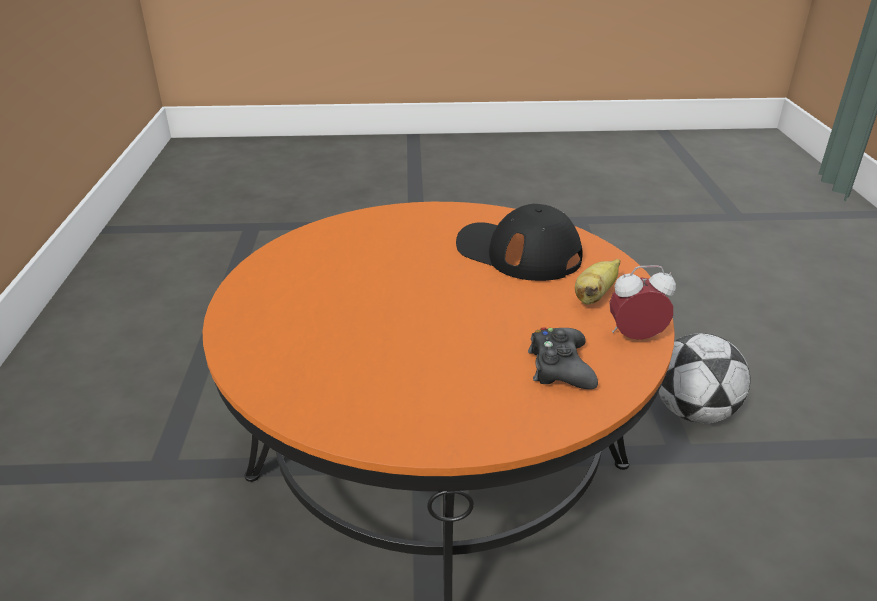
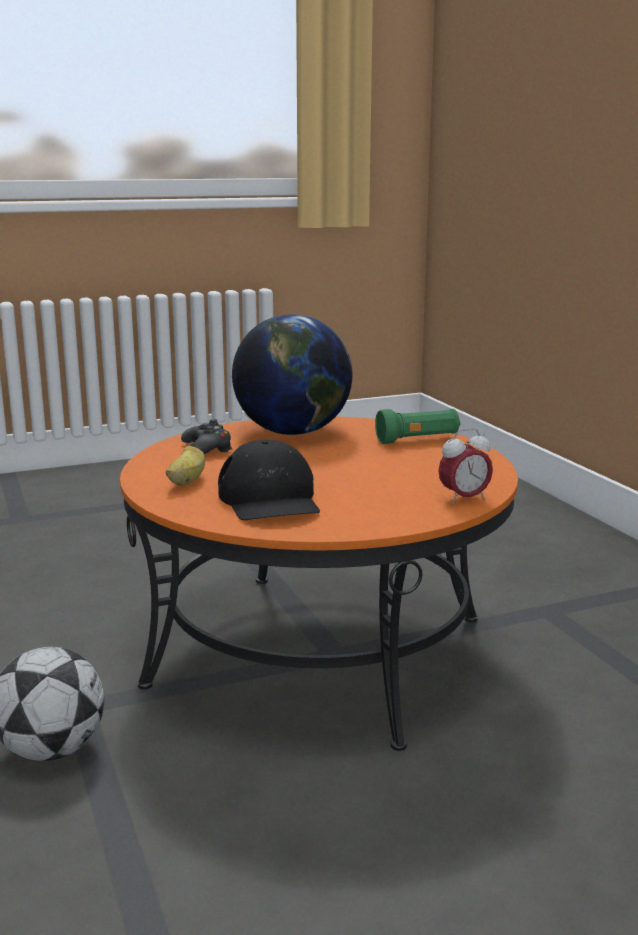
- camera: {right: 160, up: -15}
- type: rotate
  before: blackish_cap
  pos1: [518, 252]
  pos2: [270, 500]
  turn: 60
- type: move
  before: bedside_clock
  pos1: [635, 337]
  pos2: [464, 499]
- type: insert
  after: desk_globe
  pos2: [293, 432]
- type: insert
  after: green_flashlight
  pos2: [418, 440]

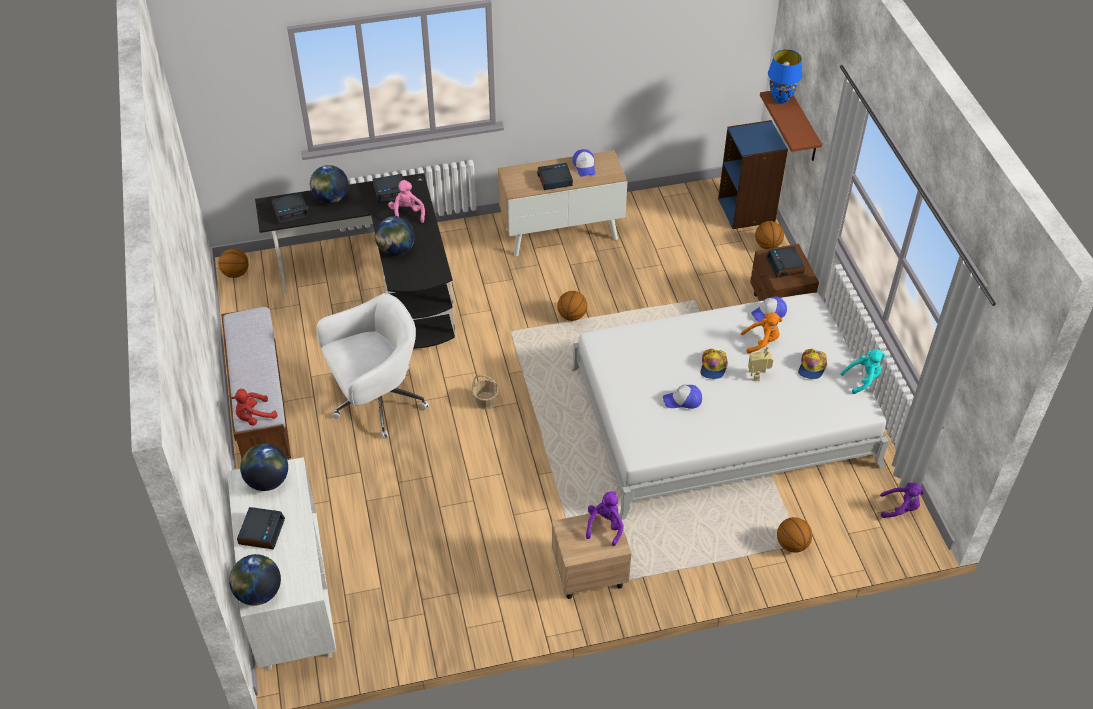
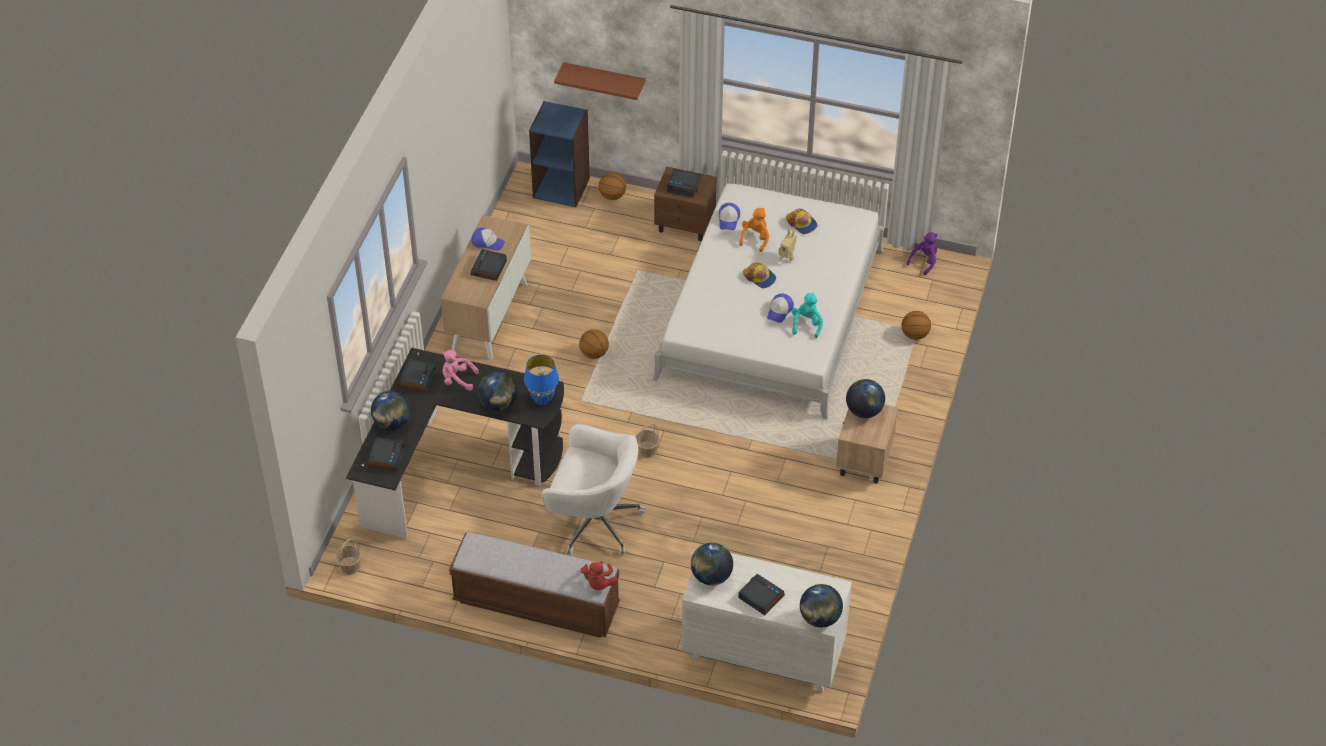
- camera: {right: -60, up: 0}
- type: move
  before: bluish_lamp_for_a_table
  pos1: [780, 99]
  pos2: [542, 400]
- type: replace
  before: ball_for_basketball
  after: household_basket
  pos1: [235, 273]
  pos2: [349, 566]
- type: rotate
  before: white_desk_chair
  pos1: [376, 402]
  pos2: [593, 522]
  turn: 105
- type: move
  before: turquoise_soft_toy
  pos1: [863, 379]
  pos2: [806, 324]
- type: replace
  before: purplish_soft_toy
  after: desk_globe
  pos1: [605, 526]
  pos2: [864, 411]

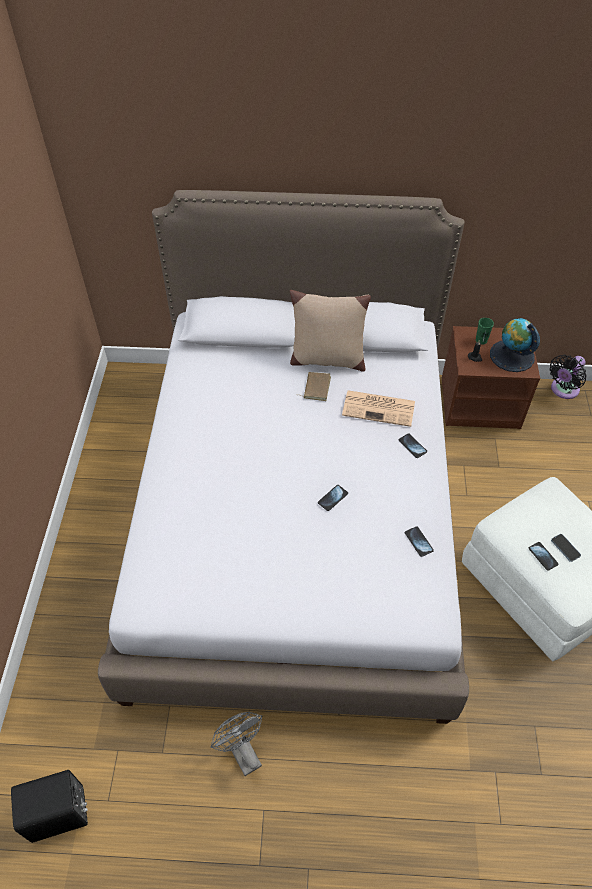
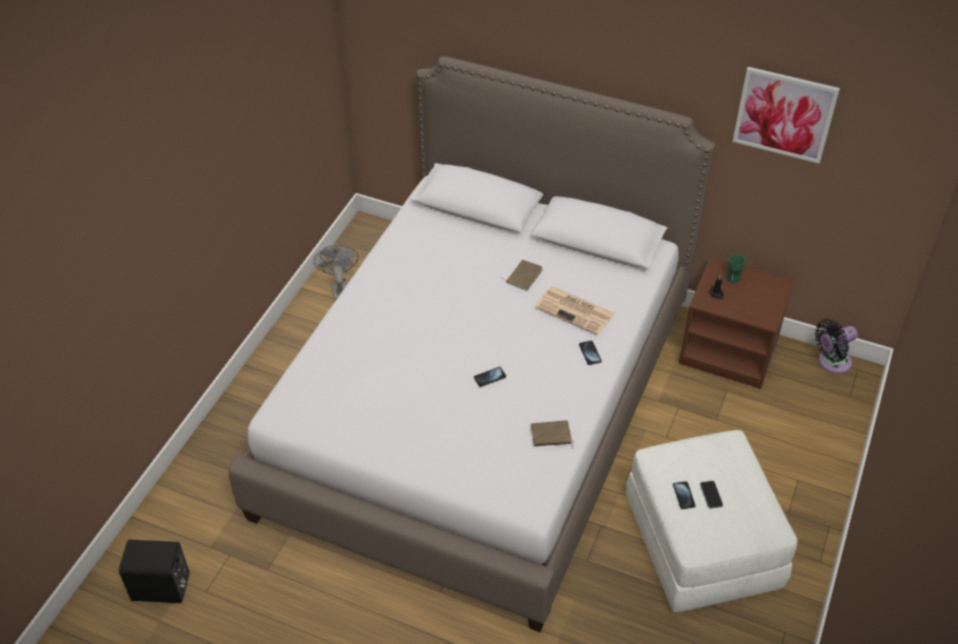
- camera: {right: 20, up: -5}
- type: delete
  before: sand-coloured_throw_pillow
  pos1: [327, 359]
- type: delete
  before: desk_globe
  pos1: [511, 356]
- type: replace
  before: handset
  after: brown-coloured_book
  pos1: [418, 542]
  pos2: [551, 436]
- type: move
  before: grey_cooling_fan
  pos1: [242, 751]
  pos2: [339, 288]
- type: insert
  after: picture
  pos2: [784, 114]

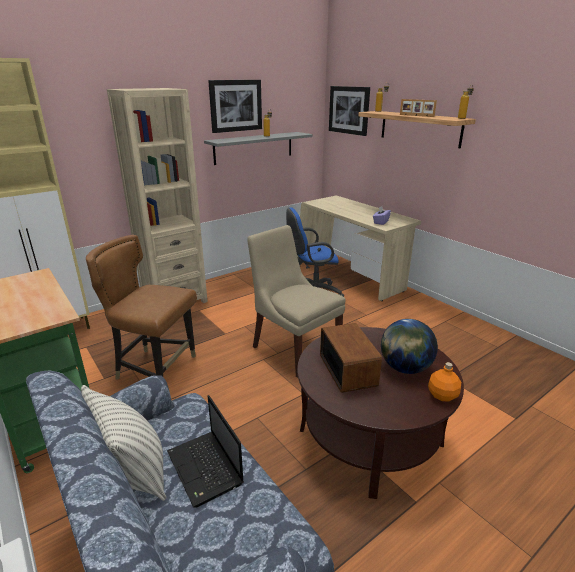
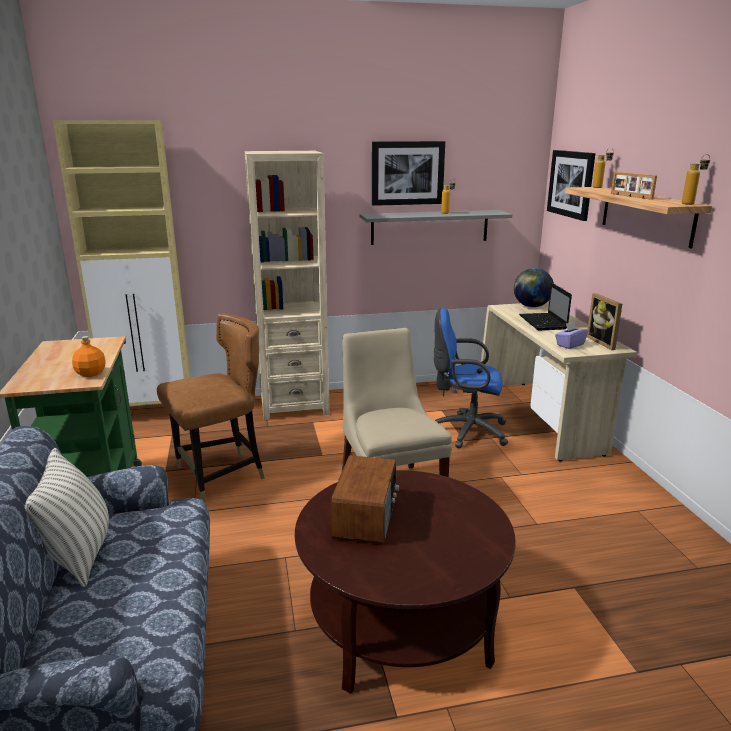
- camera: {right: 25, up: -5}
- type: rotate
  before: brown-coloured_chair
  pos1: [156, 369]
  pos2: [220, 475]
  turn: 105
- type: move
  before: desk_globe
  pos1: [405, 368]
  pos2: [531, 306]
- type: move
  before: orange-coloured_beverage_bottle
  pos1: [443, 395]
  pos2: [91, 373]
- type: move
  before: laptop
  pos1: [206, 469]
  pos2: [543, 323]
- type: insert
  after: picture_frame
  pos2: [604, 342]

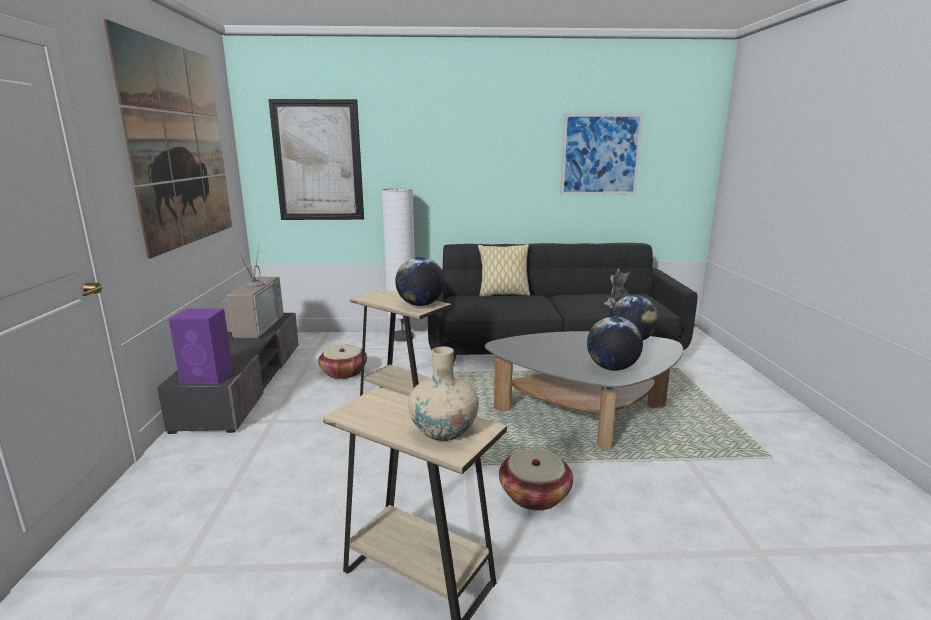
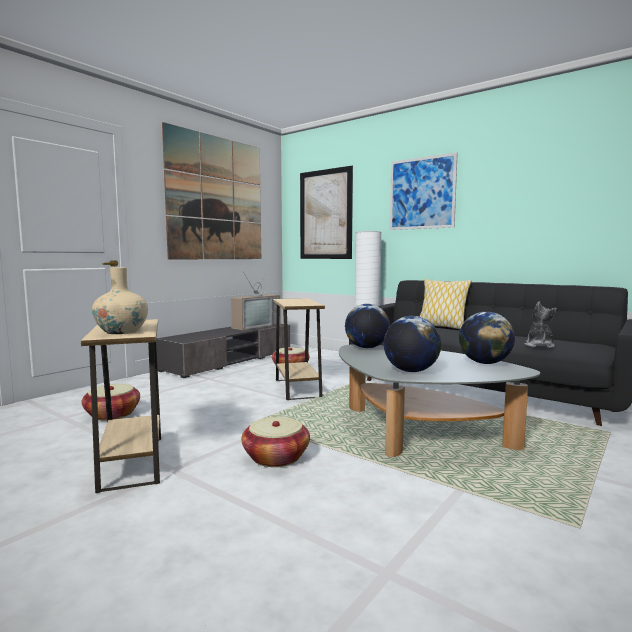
- camera: {right: 40, up: -10}
- type: move
  before: picture
  pos1: [600, 154]
  pos2: [422, 193]
- type: move
  before: desk_globe
  pos1: [420, 305]
  pos2: [366, 347]
- type: delete
  before: purplish_loudspeaker
  pos1: [208, 376]
- type: insert
  after: household_basket
  pos2: [112, 414]

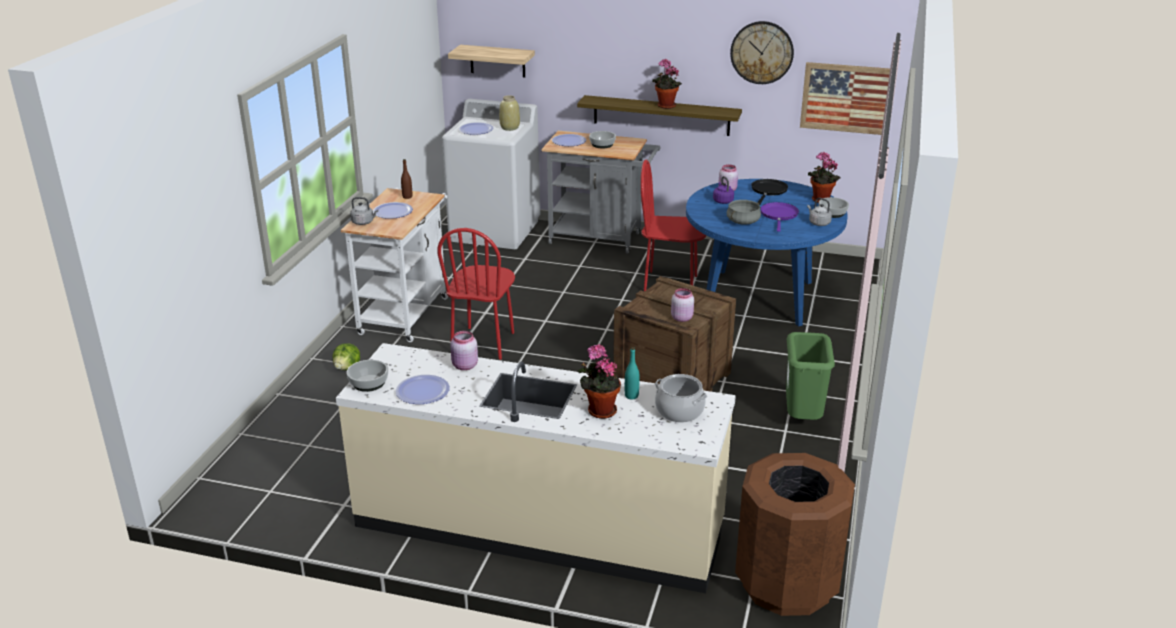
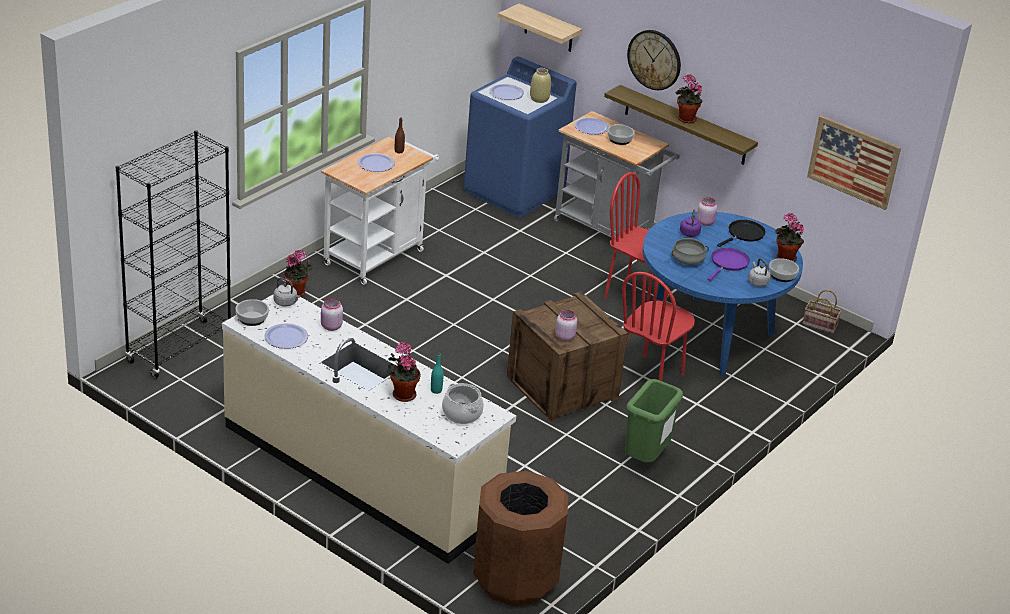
- camera: {right: 20, up: 5}
- type: move
  before: hanging_clock
  pos1: [762, 52]
  pos2: [654, 59]
- type: recolor
  before: white_laundry_machine
  after: bluish_laundry_machine
  pos1: [495, 231]
  pos2: [514, 192]
- type: move
  before: grey_water_kettle
  pos1: [364, 222]
  pos2: [286, 303]
- type: move
  before: red-coloured_chair
  pos1: [483, 343]
  pos2: [650, 376]
- type: replace
  before: lettuce_head
  after: plant_in_a_pot
  pos1: [347, 368]
  pos2: [297, 293]
- type: insert
  after: blackish_bookshelf
  pos2: [179, 349]
- type: insert
  after: household_basket
  pos2: [818, 325]

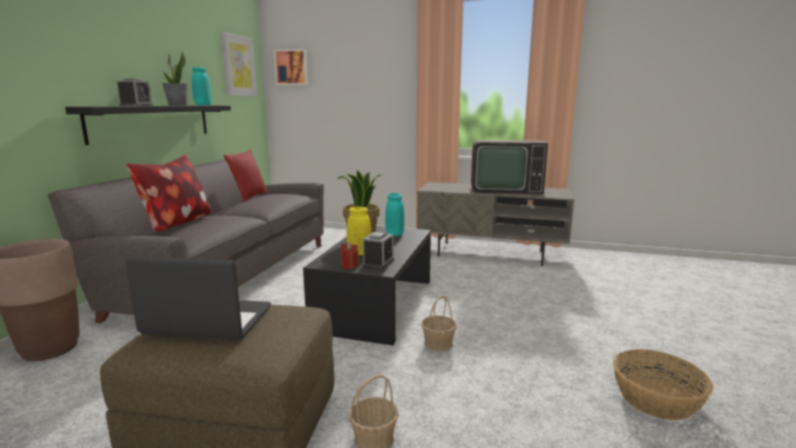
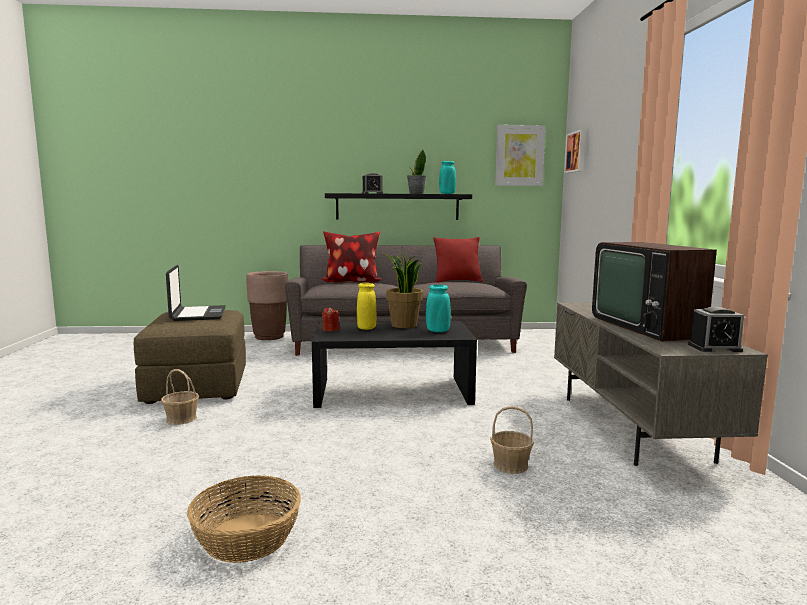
- camera: {right: 70, up: -5}
- type: move
  before: bedside_clock
  pos1: [378, 262]
  pos2: [714, 348]
- type: move
  before: household_basket
  pos1: [438, 344]
  pos2: [510, 465]

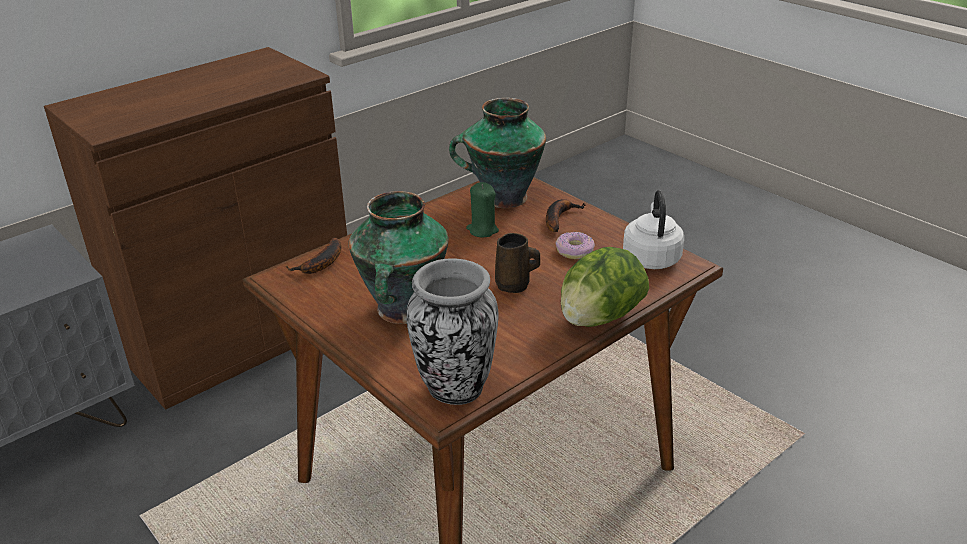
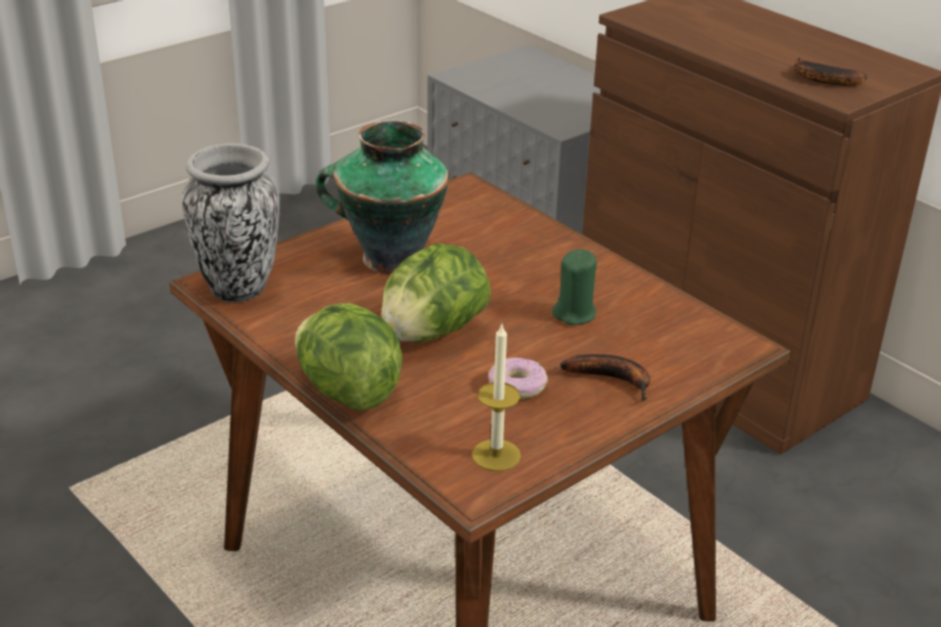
- camera: {right: 90, up: 0}
- type: delete
  before: flower_vase
  pos1: [502, 198]
- type: replace
  before: white_water_kettle
  after: candle
  pos1: [651, 257]
  pos2: [496, 455]
- type: replace
  before: brown-coloured_tea_mug
  after: lettuce_head
  pos1: [514, 285]
  pos2: [432, 333]
- type: move
  before: banana_fruit
  pos1: [321, 264]
  pos2: [820, 79]

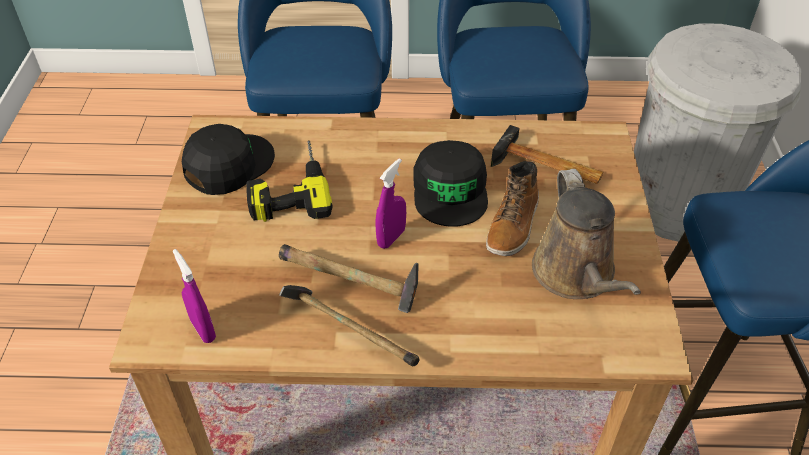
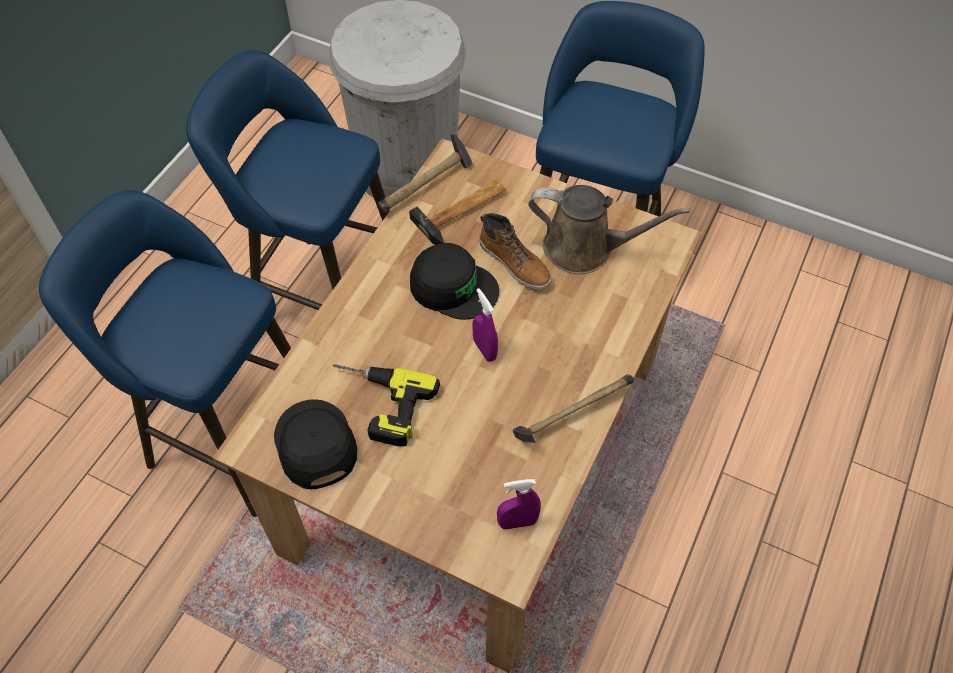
- camera: {right: -65, up: 10}
- type: move
  before: hammer
  pos1: [351, 285]
  pos2: [427, 186]

